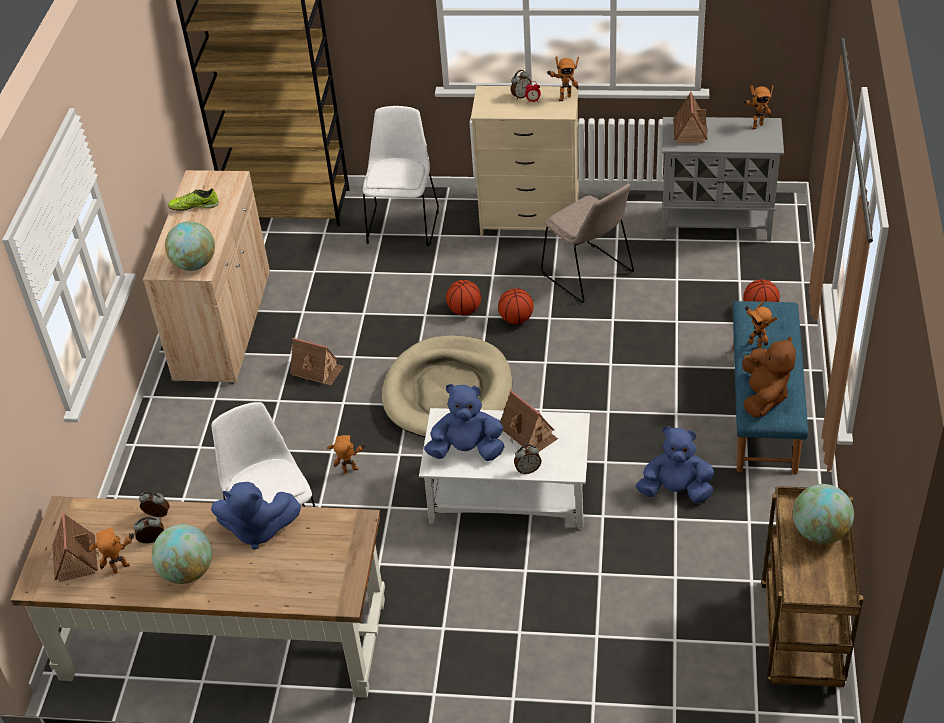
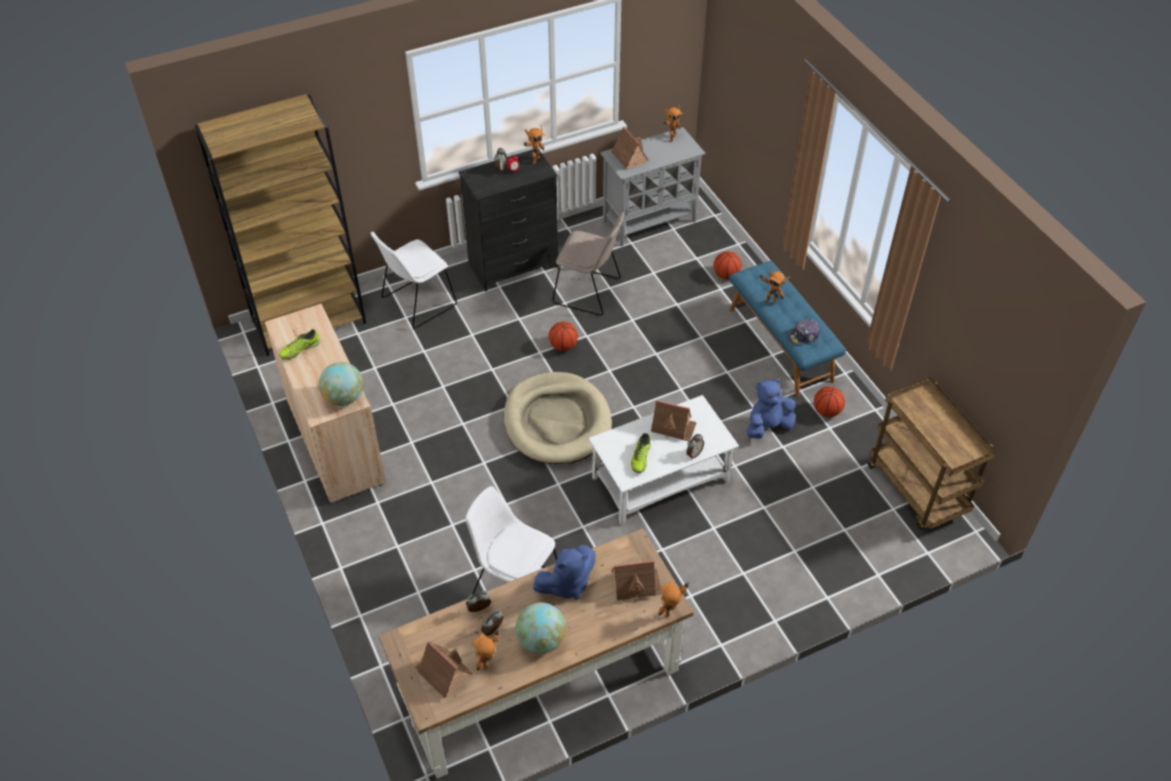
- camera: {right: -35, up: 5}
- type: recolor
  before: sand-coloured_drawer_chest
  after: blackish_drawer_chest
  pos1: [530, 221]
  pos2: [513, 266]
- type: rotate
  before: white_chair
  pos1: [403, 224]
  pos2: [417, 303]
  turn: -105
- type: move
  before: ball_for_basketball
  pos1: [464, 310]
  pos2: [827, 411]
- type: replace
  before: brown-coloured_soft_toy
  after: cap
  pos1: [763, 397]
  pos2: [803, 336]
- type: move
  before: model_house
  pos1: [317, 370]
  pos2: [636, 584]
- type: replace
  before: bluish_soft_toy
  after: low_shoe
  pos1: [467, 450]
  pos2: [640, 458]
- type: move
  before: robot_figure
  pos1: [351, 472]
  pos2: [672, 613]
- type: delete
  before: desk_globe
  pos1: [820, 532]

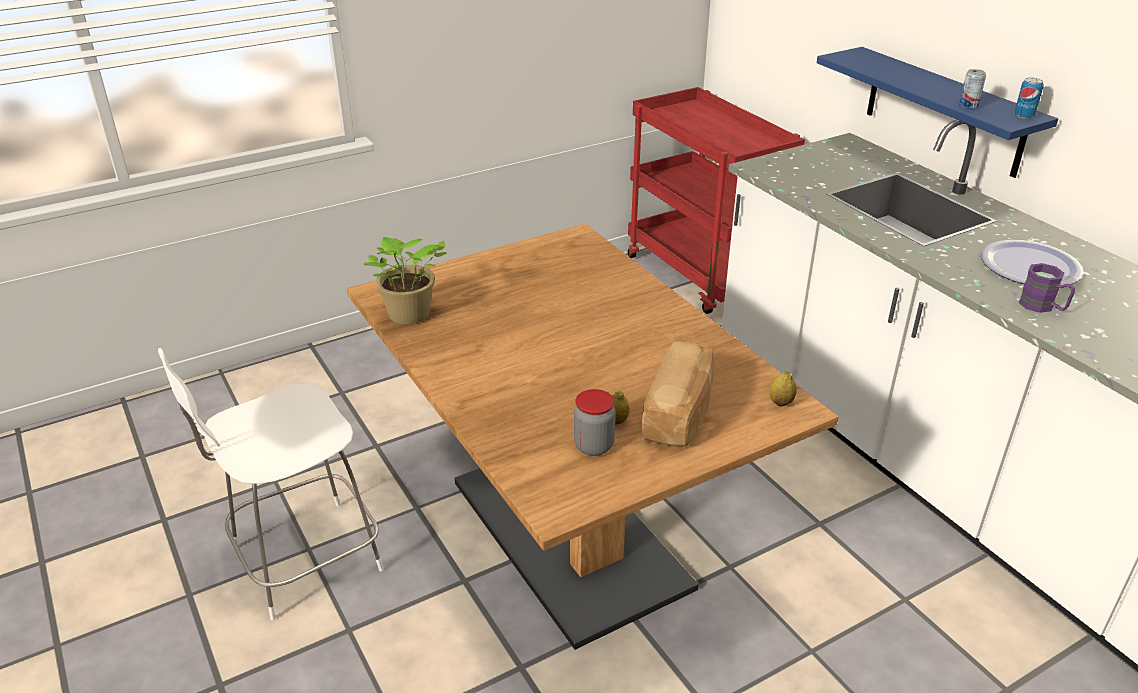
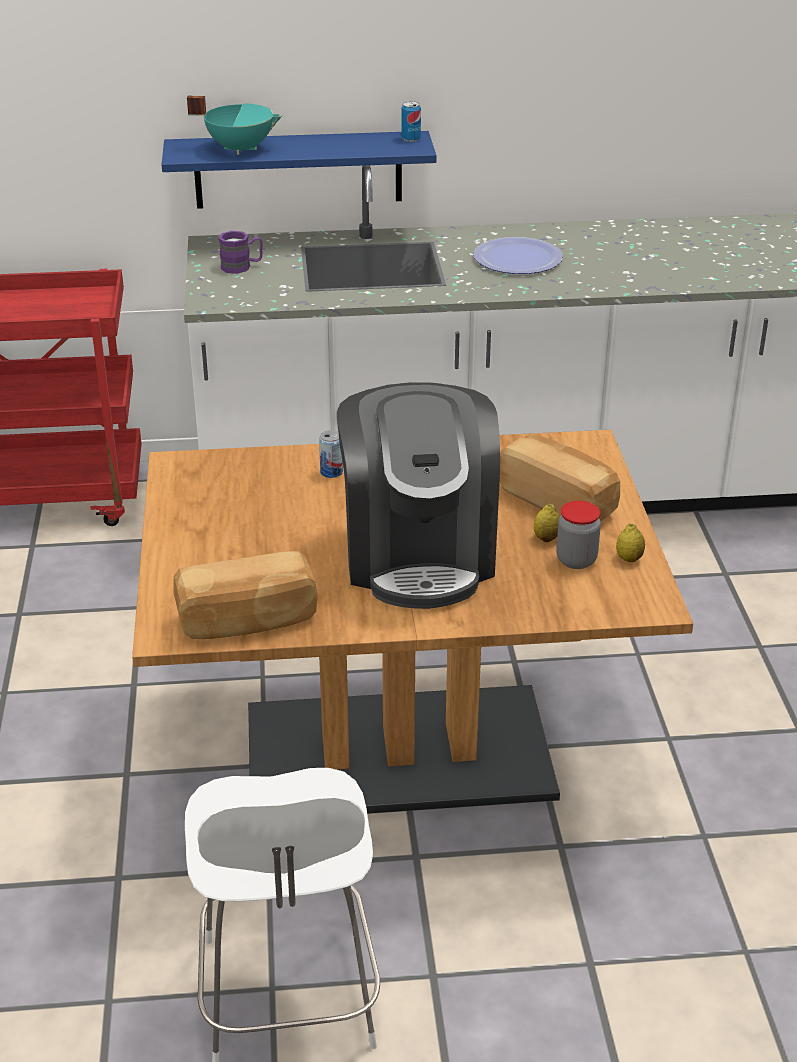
- camera: {right: -65, up: 0}
- type: move
  before: metal_can
  pos1: [968, 106]
  pos2: [331, 472]
- type: replace
  before: plant_in_a_pot
  after: bakery_bread
  pos1: [408, 316]
  pos2: [247, 621]
- type: move
  before: purplish_tea_mug
  pos1: [1042, 307]
  pos2: [242, 267]
- type: move
  before: whole_lemon
  pos1: [781, 403]
  pos2: [629, 558]
- type: insert
  after: turquoise_cooking_pot
  pos2: [240, 148]
- type: insert
  after: coffee_machine
  pos2: [418, 554]

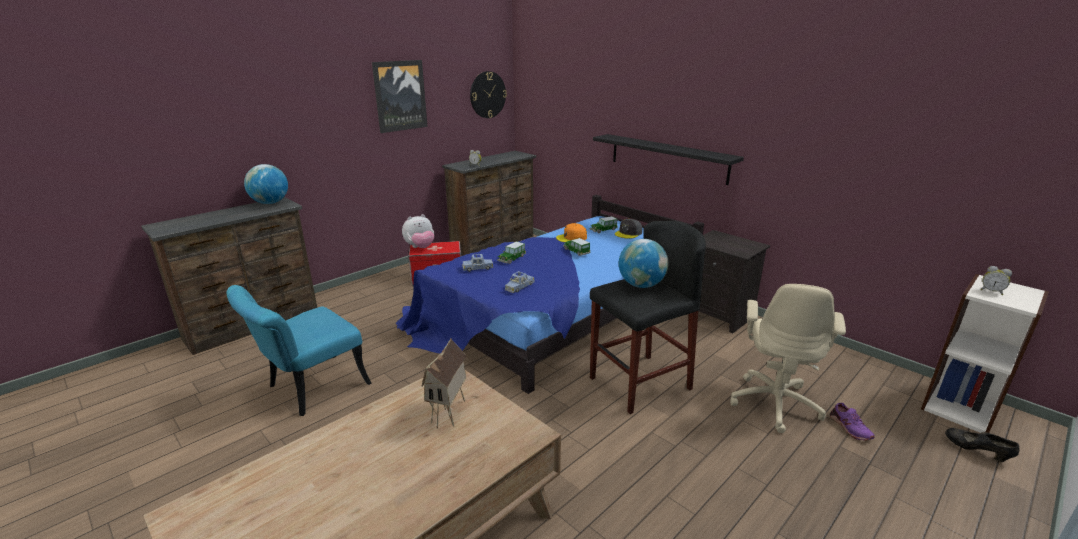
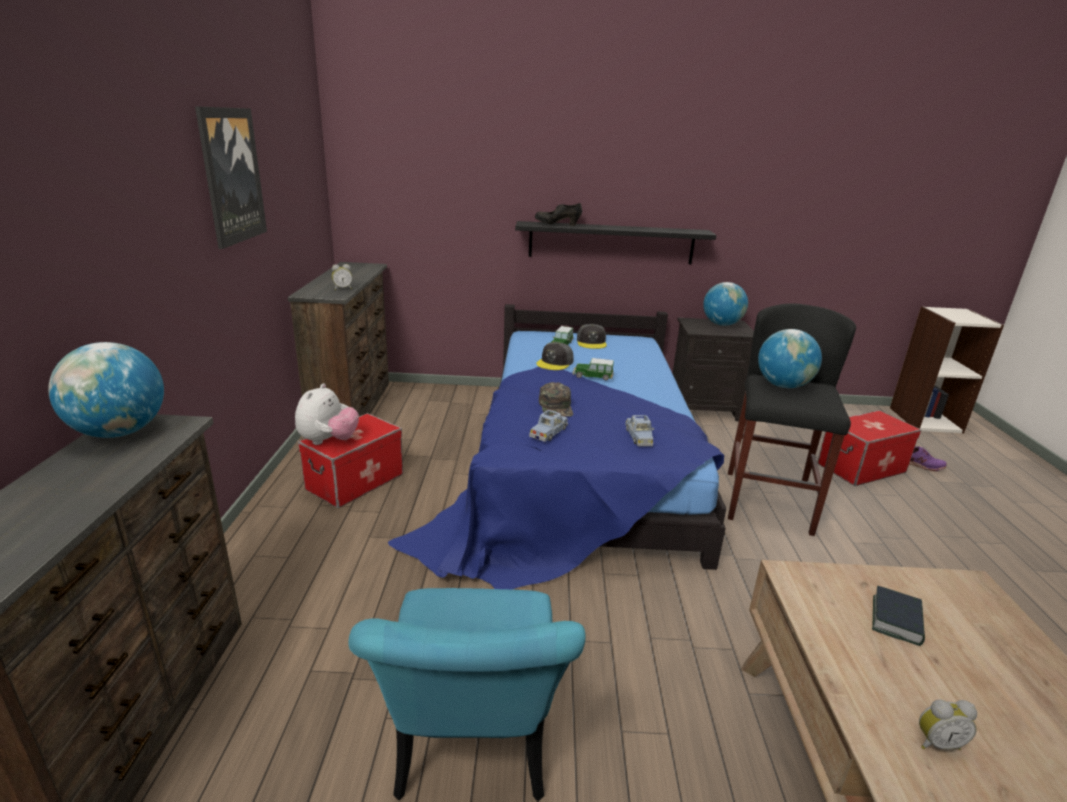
- camera: {right: -45, up: 0}
- type: delete
  before: hanging_clock
  pos1: [487, 95]
- type: recolor
  before: orange-coloured_cap
  after: grey_cap
  pos1: [572, 238]
  pos2: [555, 362]
- type: replace
  before: model_car
  after: green_cap
  pos1: [511, 259]
  pos2: [556, 407]
- type: move
  before: bedside_clock
  pos1: [991, 291]
  pos2: [936, 742]
- type: replace
  before: sand-coloured_desk_chair
  after: storage_box
  pos1: [775, 403]
  pos2: [861, 468]
- type: replace
  before: model_house
  after: book
  pos1: [450, 415]
  pos2: [896, 620]
- type: move
  before: blackish_low_shoe
  pos1: [976, 451]
  pos2: [557, 225]
- type: insert
  after: desk_globe
  pos2: [721, 324]

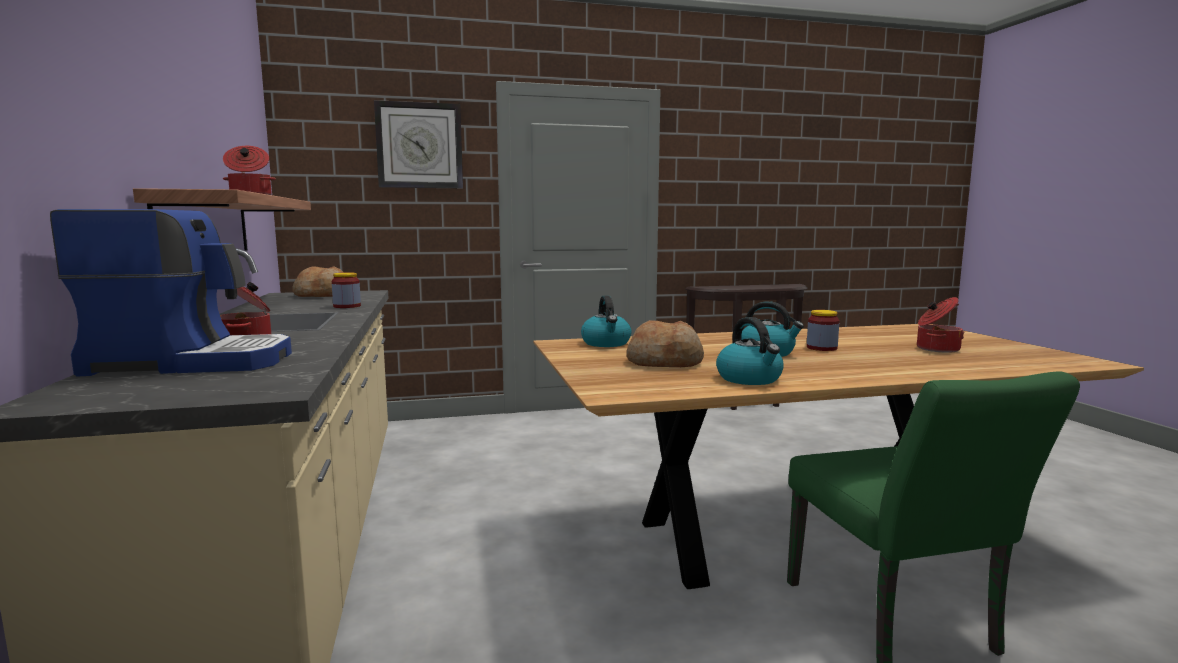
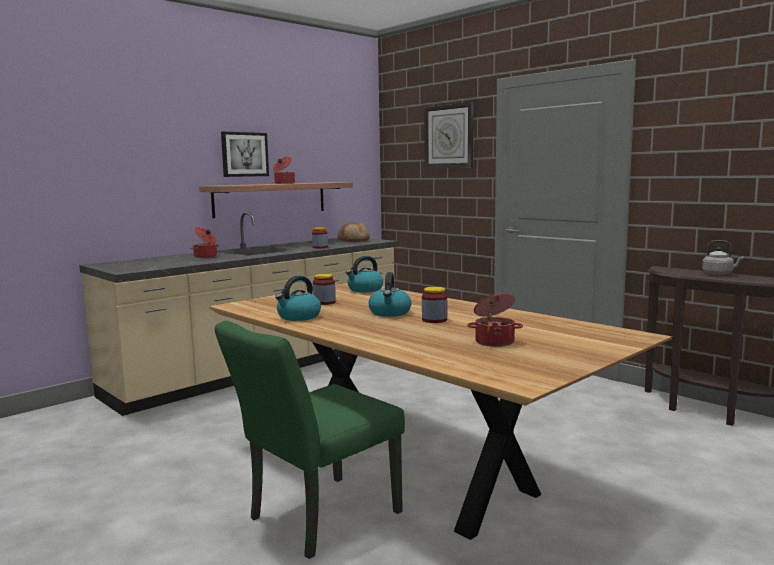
- camera: {right: 60, up: 0}
- type: delete
  before: coffee_machine
  pos1: [193, 362]
- type: replace
  before: bakery_bread
  after: preserve_jar
  pos1: [665, 362]
  pos2: [324, 302]
- type: insert
  after: picture
  pos2: [244, 154]
- type: insert
  after: grey_water_kettle
  pos2: [719, 274]

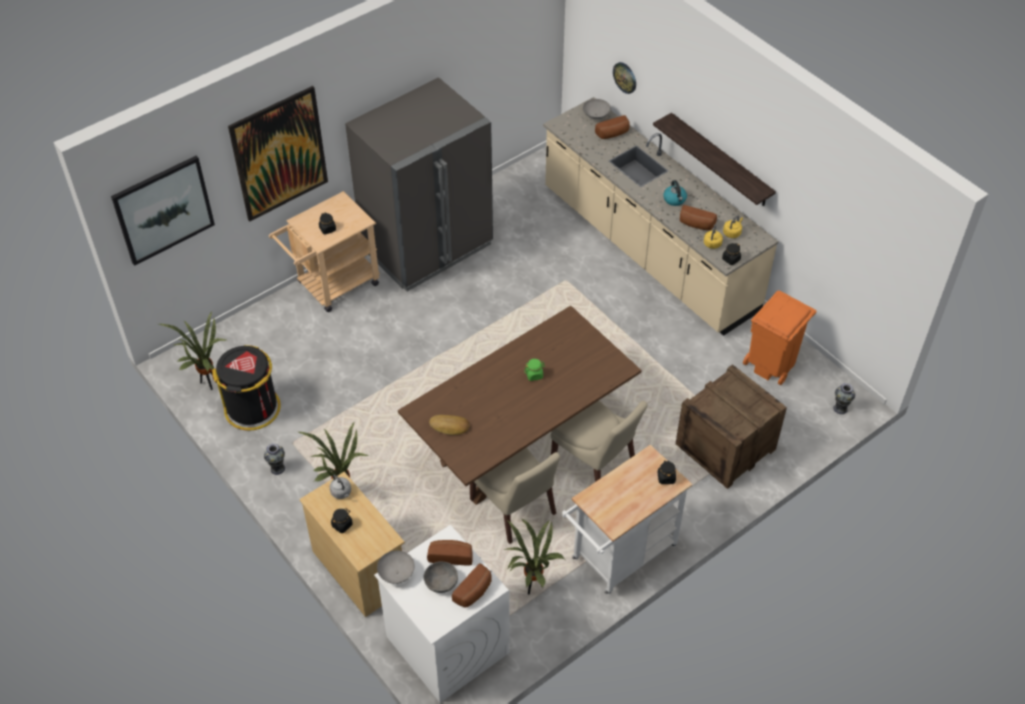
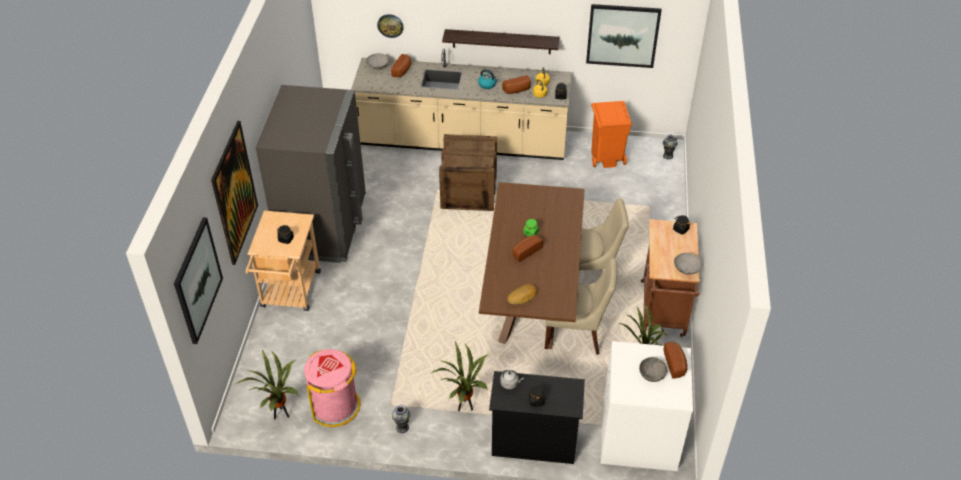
- camera: {right: -45, up: -5}
- type: recolor
  before: blackish_trash_can
  after: pinkish_trash_can
  pos1: [253, 408]
  pos2: [335, 406]
- type: move
  before: crate
  pos1: [725, 447]
  pos2: [469, 192]
- type: recolor
  before: white_trolley
  after: brown-coloured_trolley
  pos1: [619, 557]
  pos2: [663, 313]
- type: recolor
  before: sand-coloured_drawer_chest
  after: blackish_drawer_chest
  pos1: [359, 569]
  pos2: [533, 441]
- type: move
  before: bakery_bread
  pos1: [451, 555]
  pos2: [525, 251]
- type: move
  before: grey_bowl
  pos1: [396, 573]
  pos2: [686, 270]
- type: insert
  after: picture
  pos2: [622, 35]

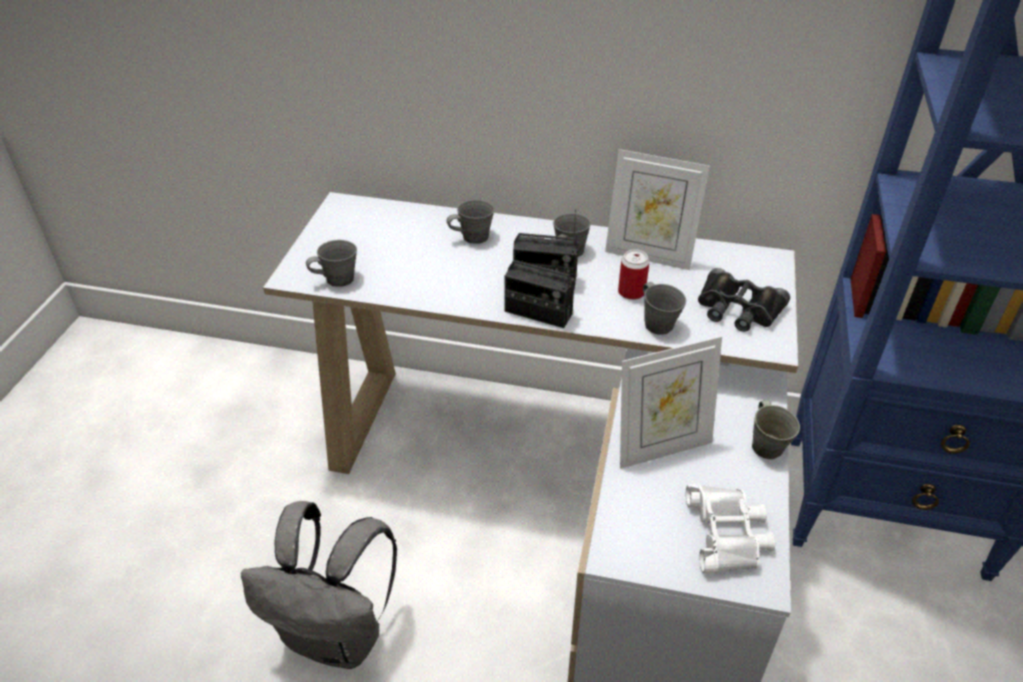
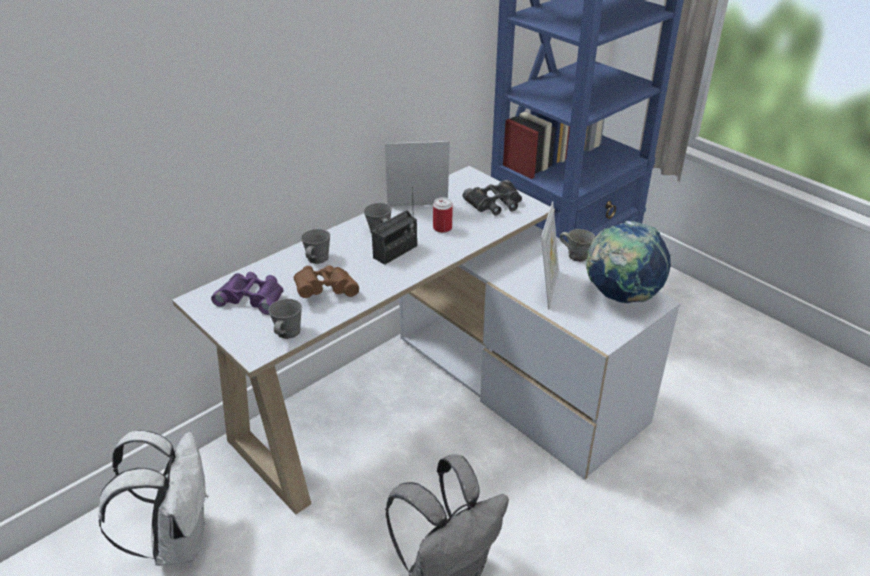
- camera: {right: -55, up: -5}
- type: rotate
  before: picture_frame
  pos1: [649, 255]
  pos2: [418, 208]
  turn: -150
- type: delete
  before: radio_set
  pos1: [538, 313]
- type: delete
  before: grey_tea_mug
  pos1: [658, 324]
- type: replace
  before: white_field_glasses
  after: desk_globe
  pos1: [728, 533]
  pos2: [621, 296]
- type: insert
  after: brown-coloured_field_glasses
  pos2: [325, 291]
- type: insert
  after: purplish_field_glasses
  pos2: [252, 297]
- type: insert
  after: white_knapsack
  pos2: [177, 539]

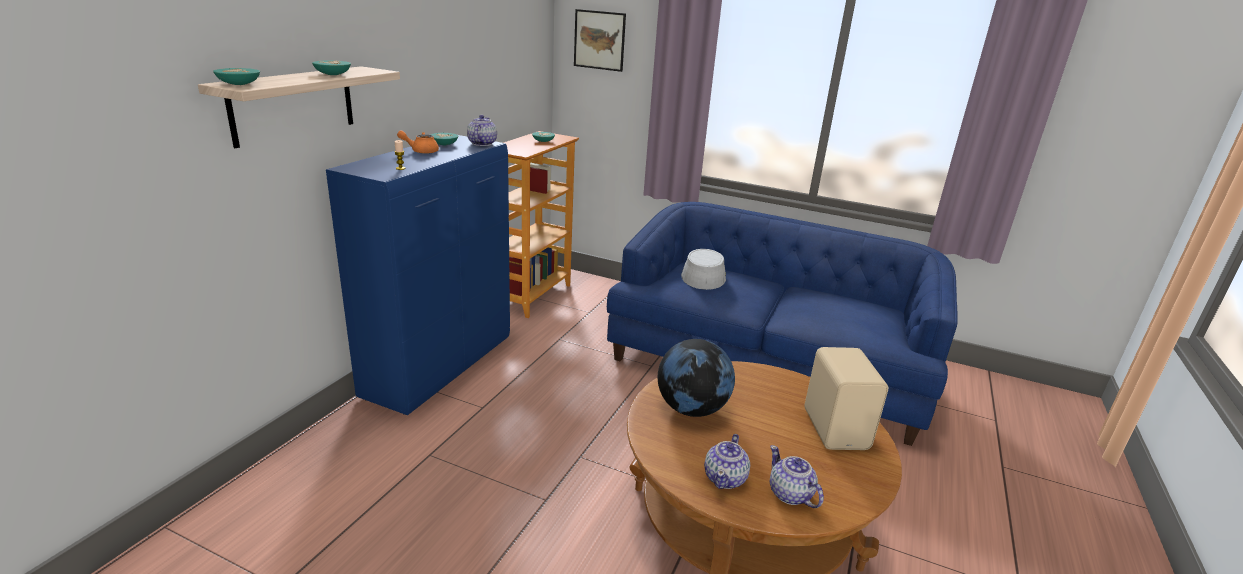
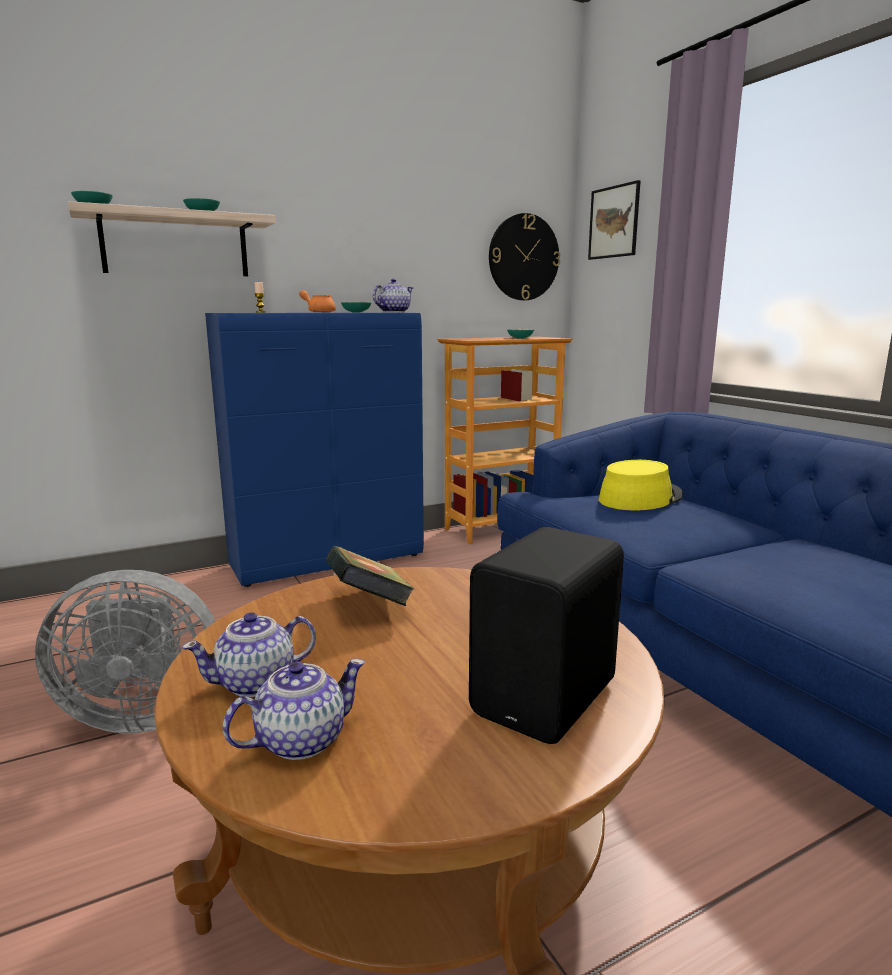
- camera: {right: 40, up: -10}
- type: recolor
  before: grey_hat
  after: yellow_hat
  pos1: [703, 275]
  pos2: [640, 498]
- type: replace
  before: desk_globe
  after: book
  pos1: [691, 409]
  pos2: [369, 605]
- type: recolor
  before: sand-coloured_loudspeaker
  after: blackish_loudspeaker
  pos1: [837, 429]
  pos2: [549, 698]
- type: rotate
  before: pot_for_tea
  pos1: [790, 494]
  pos2: [299, 740]
  turn: 45
- type: insert
  after: hanging_clock
  pos2: [523, 257]
- type: insert
  after: grey_cooling_fan
  pos2: [142, 714]

